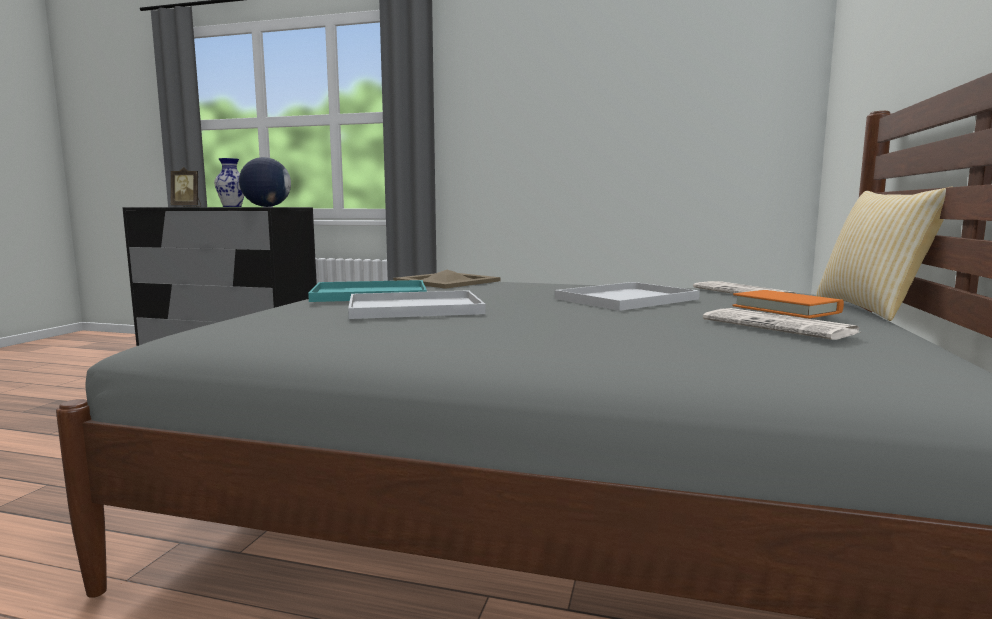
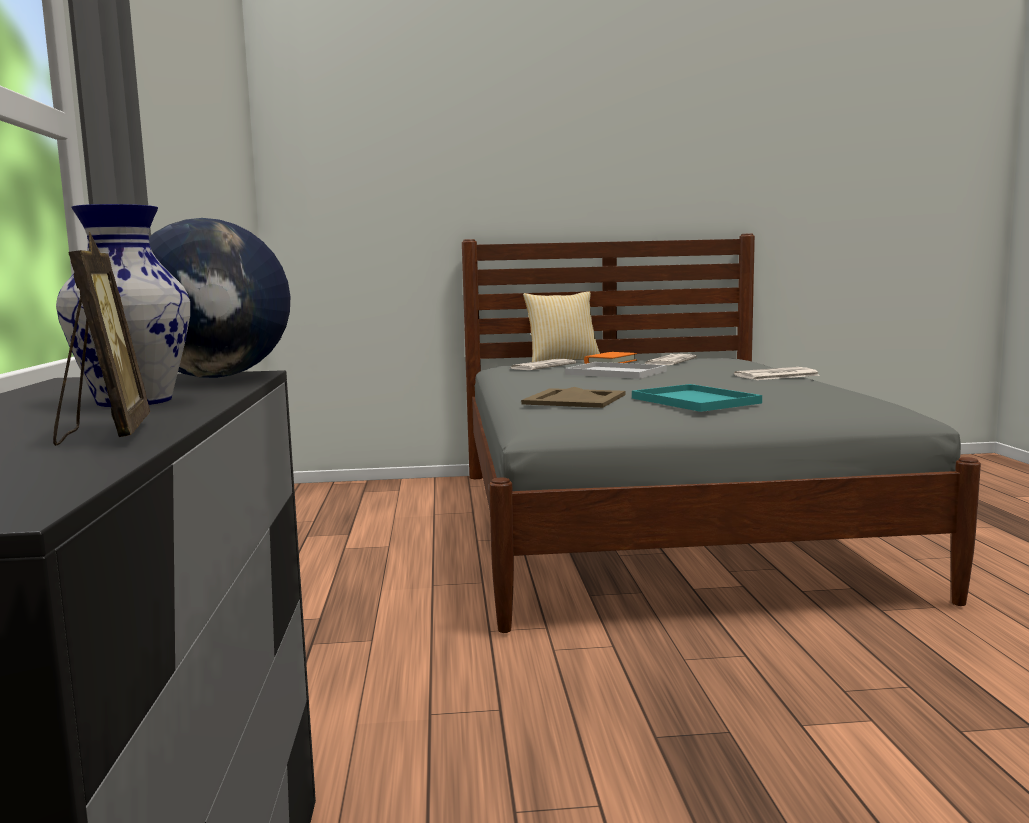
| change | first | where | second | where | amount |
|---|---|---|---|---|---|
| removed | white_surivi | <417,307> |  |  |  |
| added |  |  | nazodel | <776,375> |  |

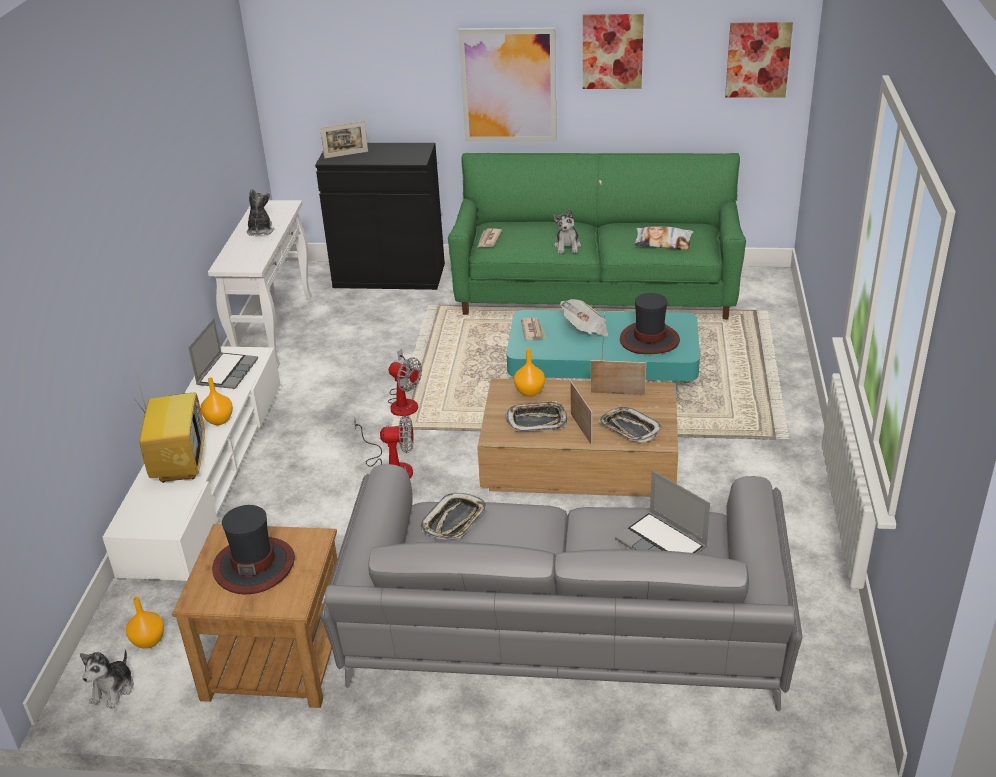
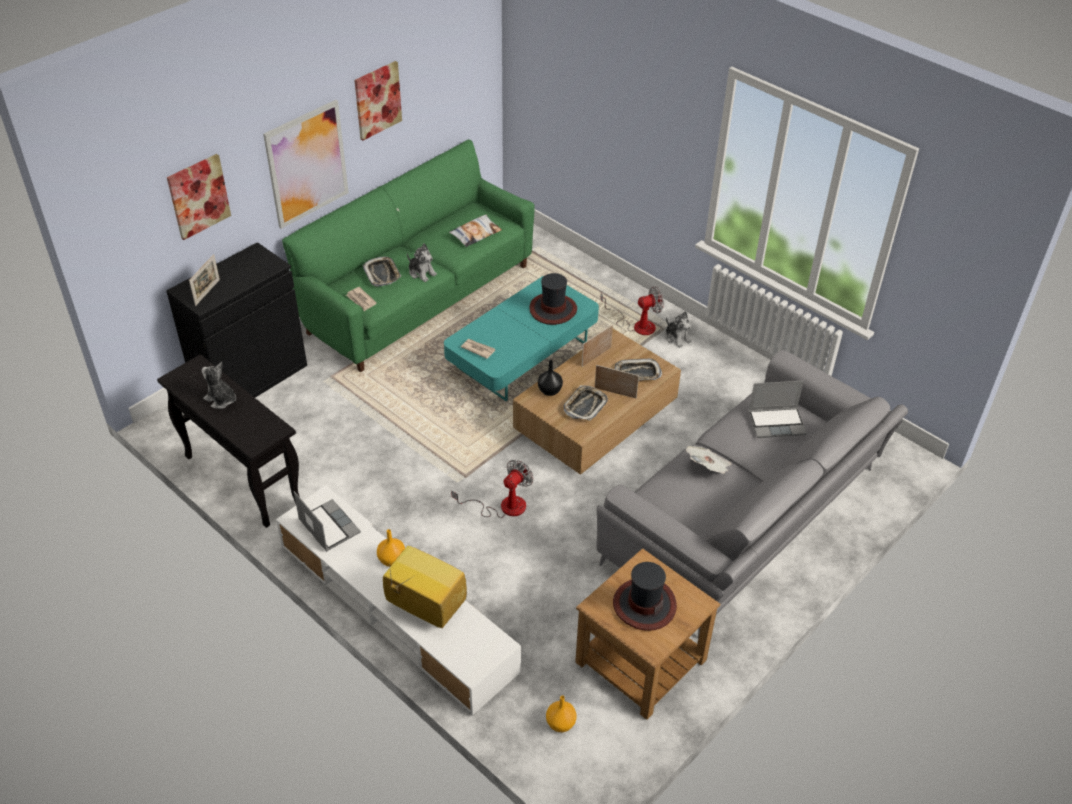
| change | first | where | second | where | amount |
|---|---|---|---|---|---|
| moved | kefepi | <113,689> |  | <677,338> |  |
| recoloured | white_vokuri | <274,330> | black_vokuri | <241,480> |  |
| moved | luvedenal | <404,402> |  | <637,325> |  |
| moved | surivi | <454,521> |  | <382,274> |  |
| recoloured | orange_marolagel | <530,391> | black_marolagel | <550,390> |  |
| moved | nazodel | <585,329> |  | <708,468> |  |
| moved | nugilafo | <758,59> |  | <198,196> |  |

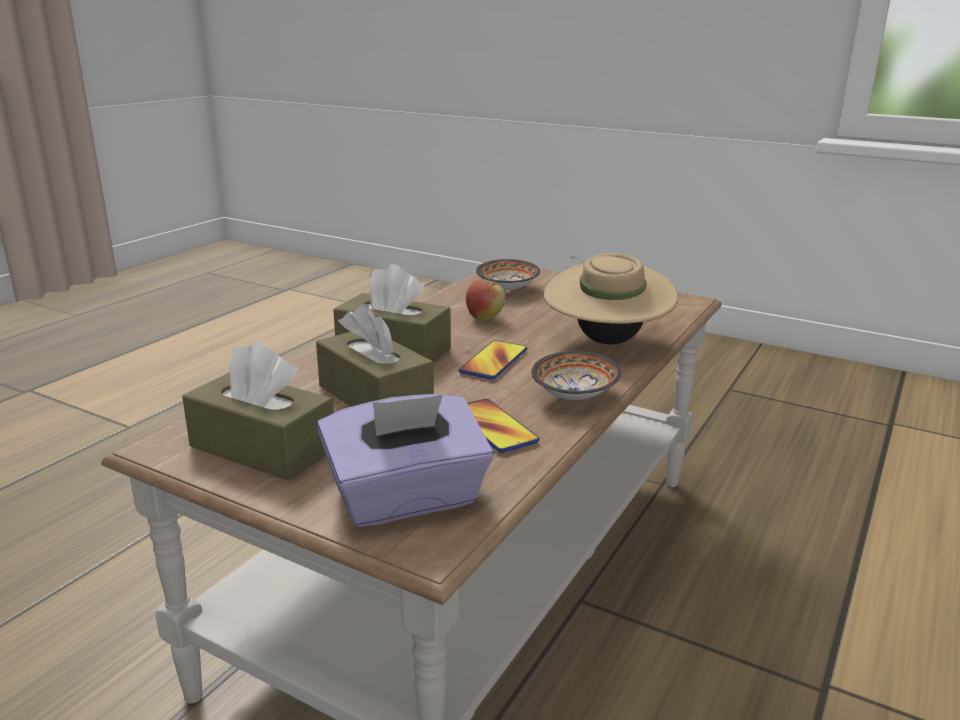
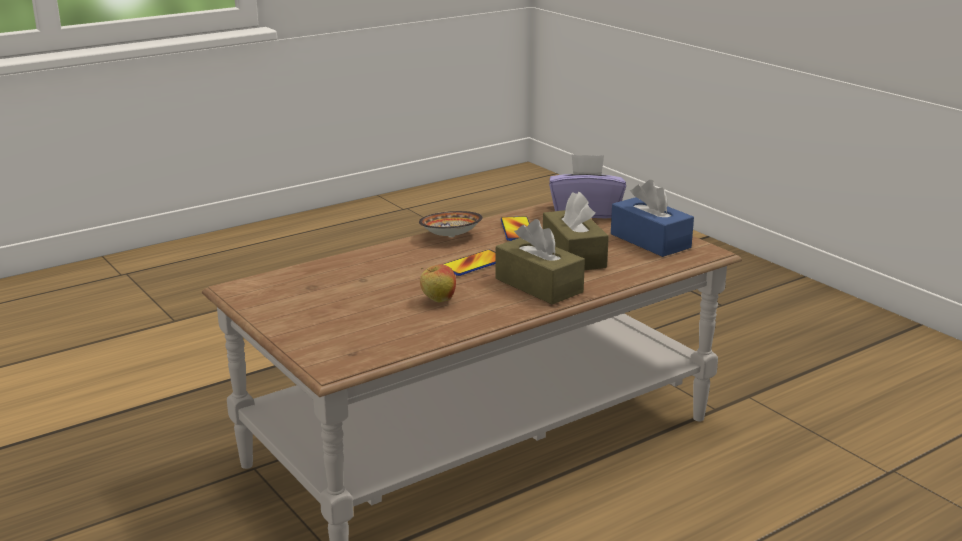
| change | first | where | second | where | amount |
|---|---|---|---|---|---|
| recoloured | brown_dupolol | <262,448> | blue_dupolol | <650,241> |  |
| removed | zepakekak | <507,289> |  |  |  |
| removed | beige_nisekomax | <606,341> |  |  |  |

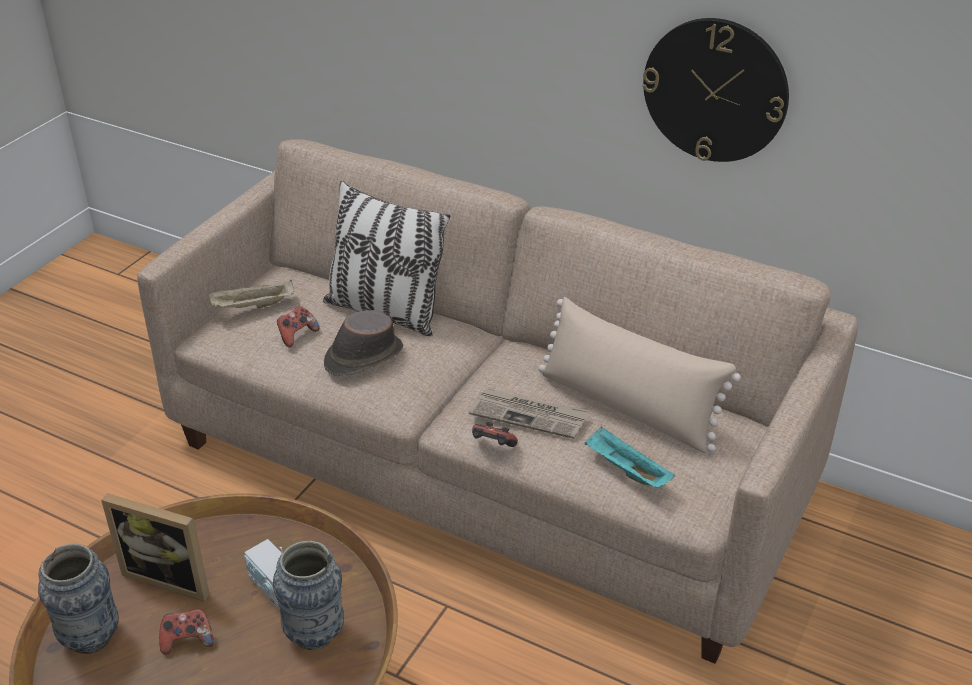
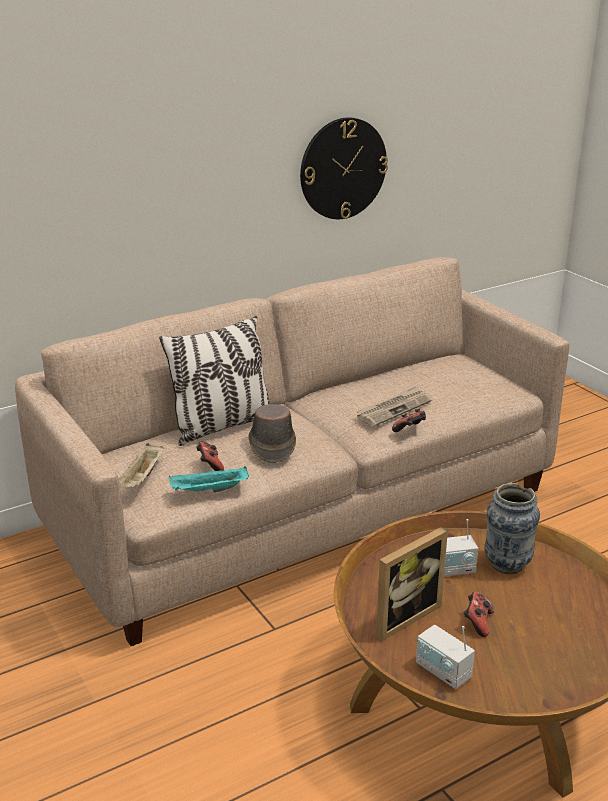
| change | first | where | second | where | amount |
|---|---|---|---|---|---|
| replaced | marolagel | <90,637> | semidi | <443,672> |  |
| removed | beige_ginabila | <628,407> |  |  |  |
| moved | turquoise_surivi | <625,470> |  | <208,491> |  |

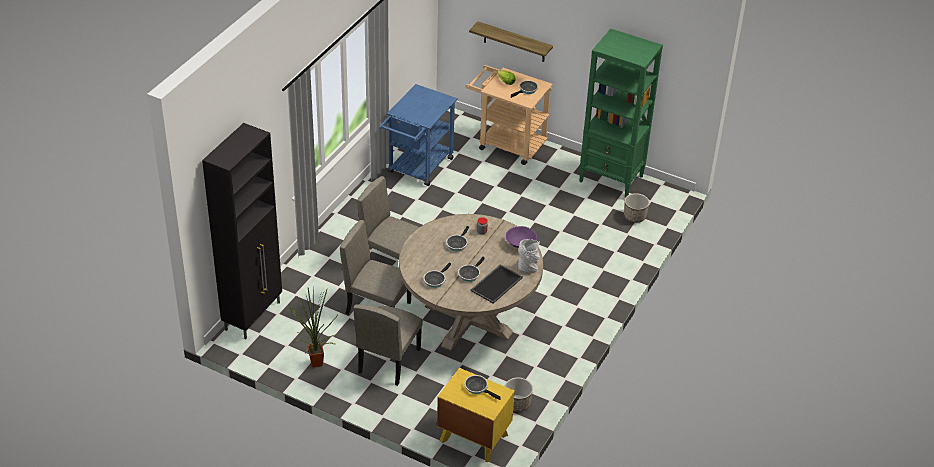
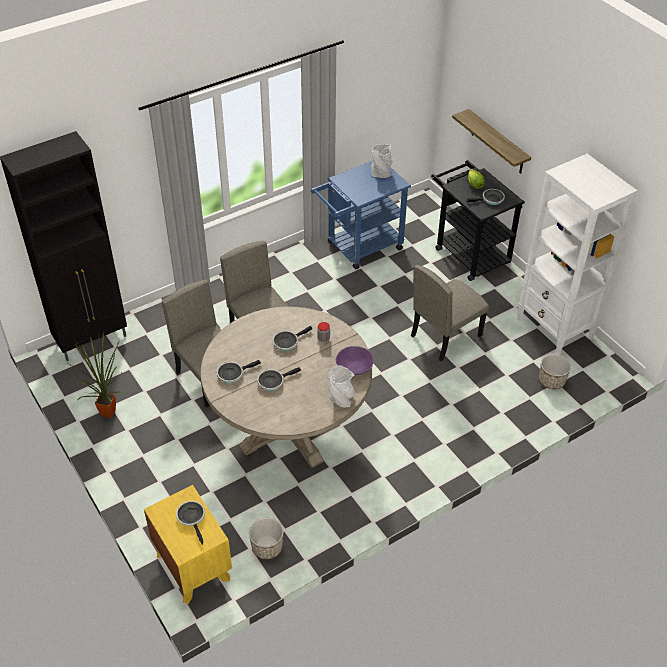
| change | first | where | second | where | amount |
|---|---|---|---|---|---|
| moved | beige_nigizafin | <388,360> |  | <445,335> |  |
| recoloured | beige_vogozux | <506,143> | black_vogozux | <468,252> |  |
| removed | surivi | <496,283> |  |  |  |
| recoloured | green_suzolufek | <611,179> | white_suzolufek | <554,329> |  |
| added |  |  | grey_marolagel | <381,174> |  |

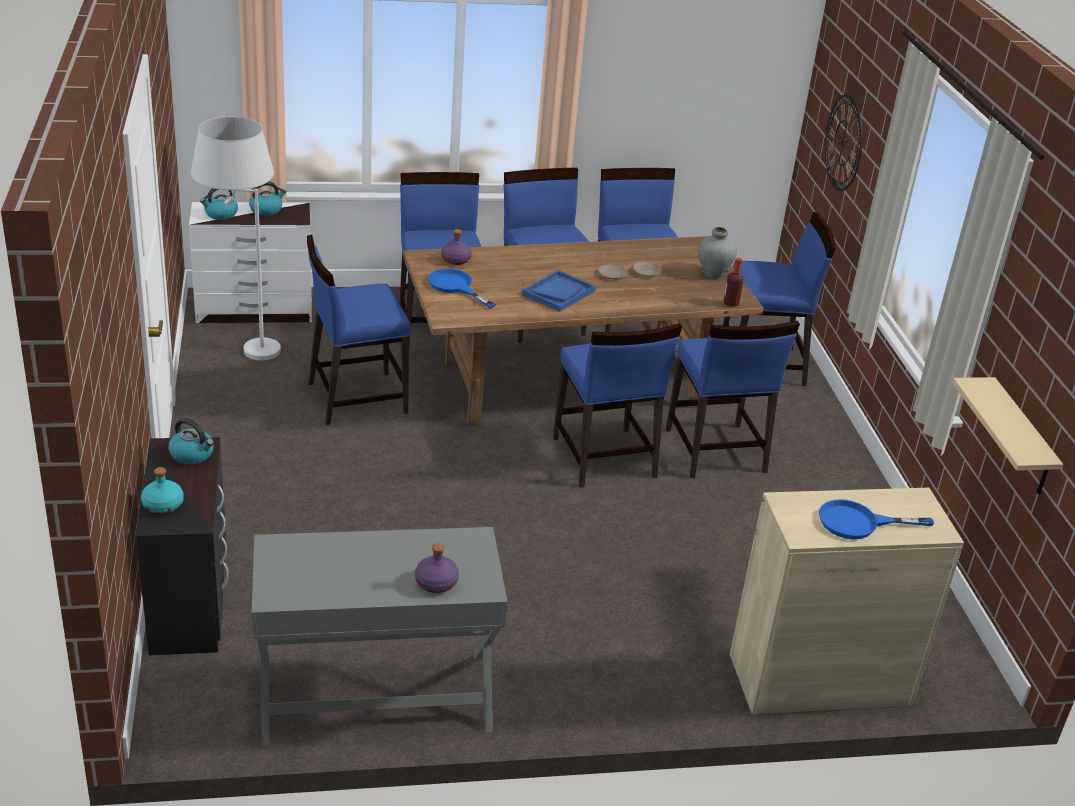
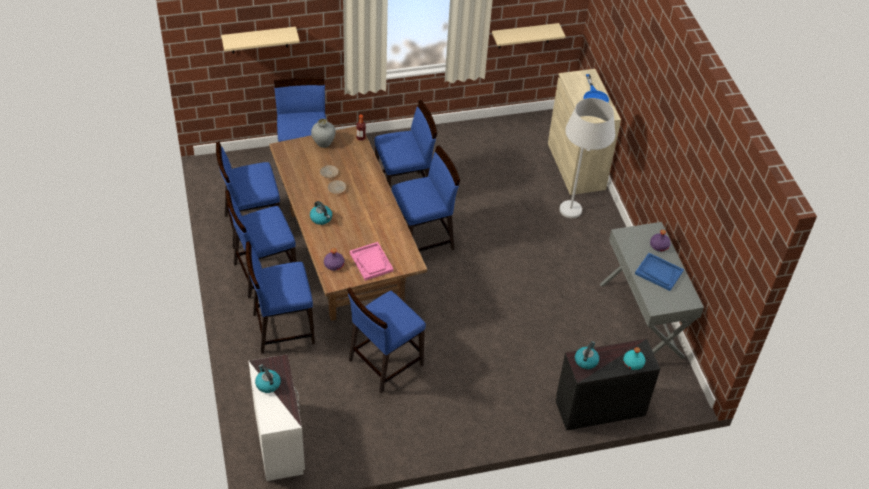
| change | first | where | second | where | amount |
|---|---|---|---|---|---|
| moved | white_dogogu | <241,350> |  | <573,219> |  |
| moved | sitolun | <220,214> |  | <321,218> |  |
| turned | blue_nigizafin | <356,397> |  | <384,362> | 75 degrees clockwise |
| replaced | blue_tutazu | <455,287> | pink_surivi | <371,262> |  |
| moved | blue_surivi | <558,293> |  | <658,272> |  |
| replaced | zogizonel | <843,143> | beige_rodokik | <259,40> |  |

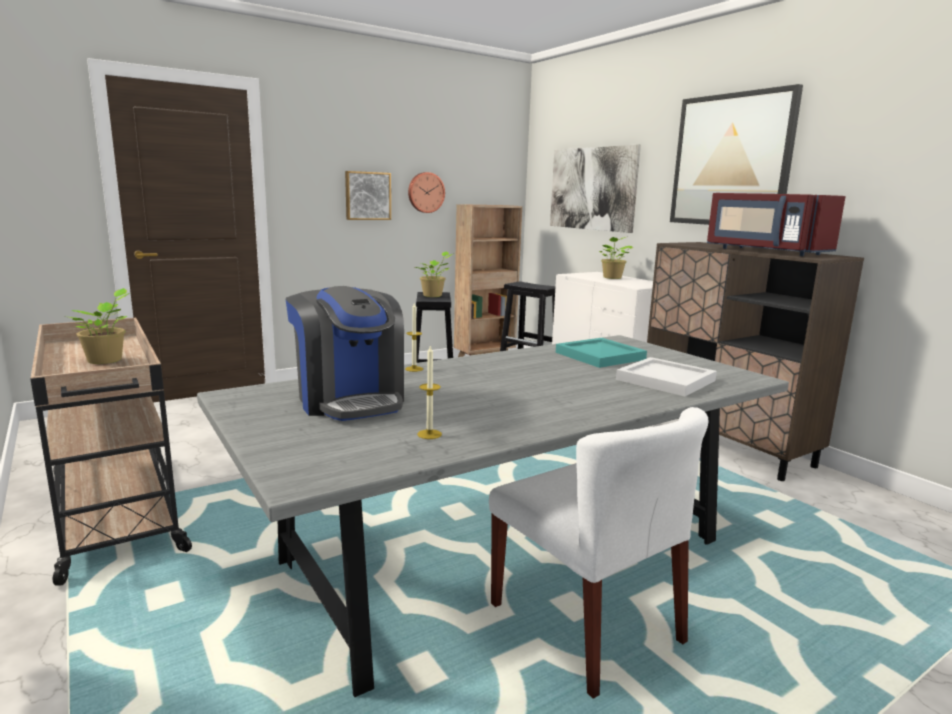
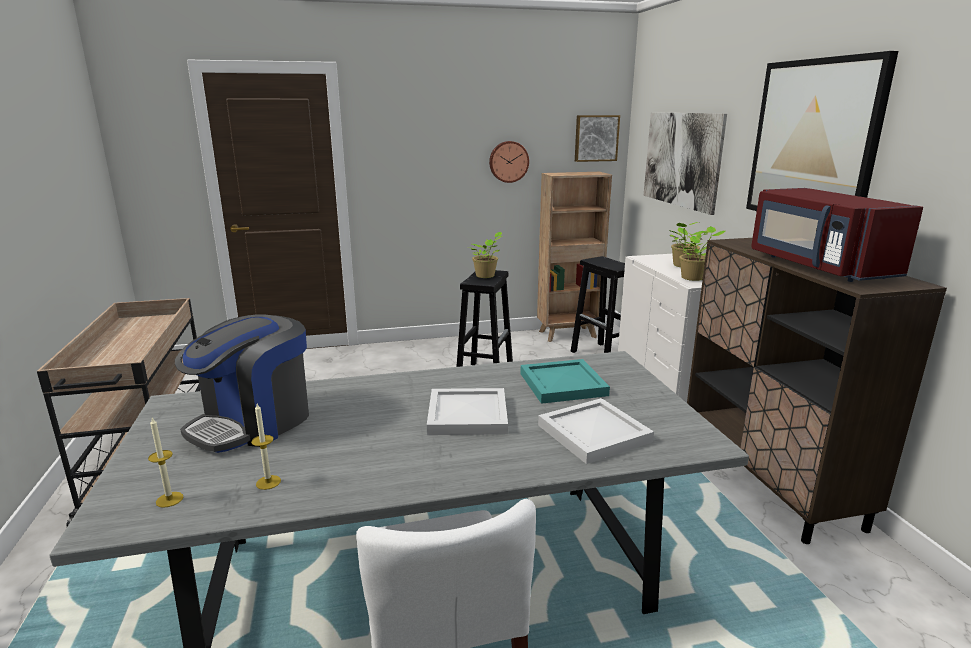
| change | first | where | second | where | amount |
|---|---|---|---|---|---|
| moved | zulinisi | <107,360> |  | <694,278> |  |
| turned | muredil | <349,400> |  | <253,422> | 45 degrees clockwise |
| moved | nugilafo | <367,196> |  | <596,138> |  |
| moved | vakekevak | <414,369> |  | <169,499> |  |
| added |  |  | white_surivi | <466,415> |  |

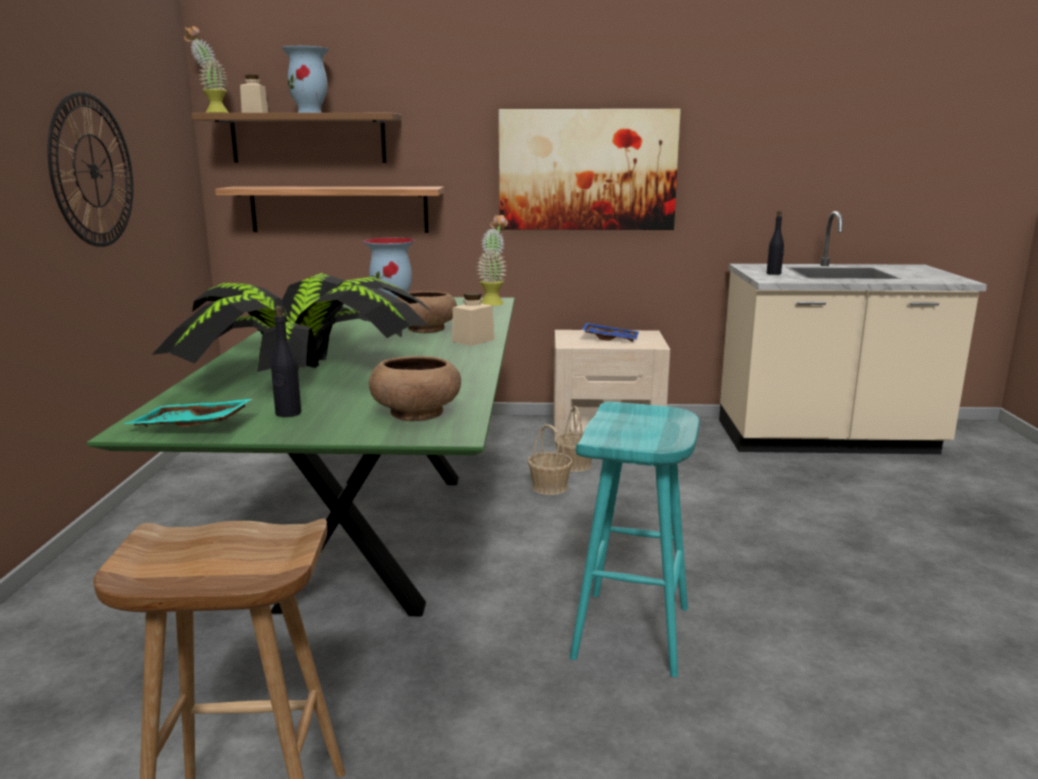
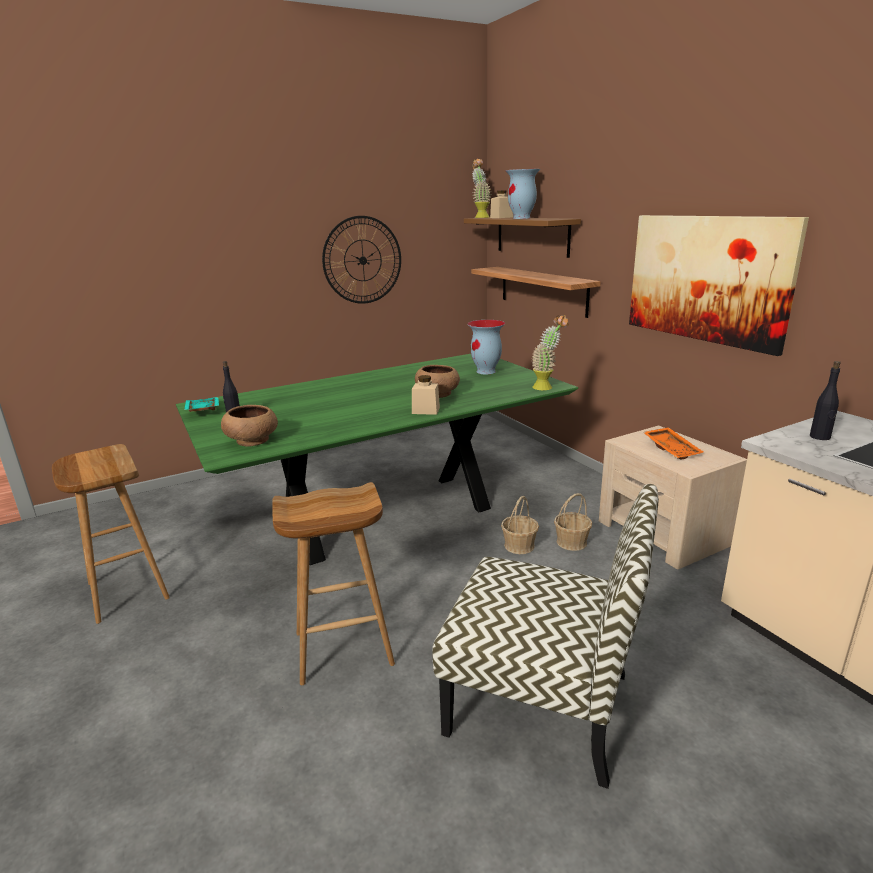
| change | first | where | second | where | amount |
|---|---|---|---|---|---|
| removed | zulinisi | <309,365> |  |  |  |
| recoloured | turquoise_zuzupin | <633,633> | brown_zuzupin | <342,649> |  |
| recoloured | blue_surivi | <610,338> | orange_surivi | <672,449> |  |
| added |  |  | nigizafin | <542,703> |  |

